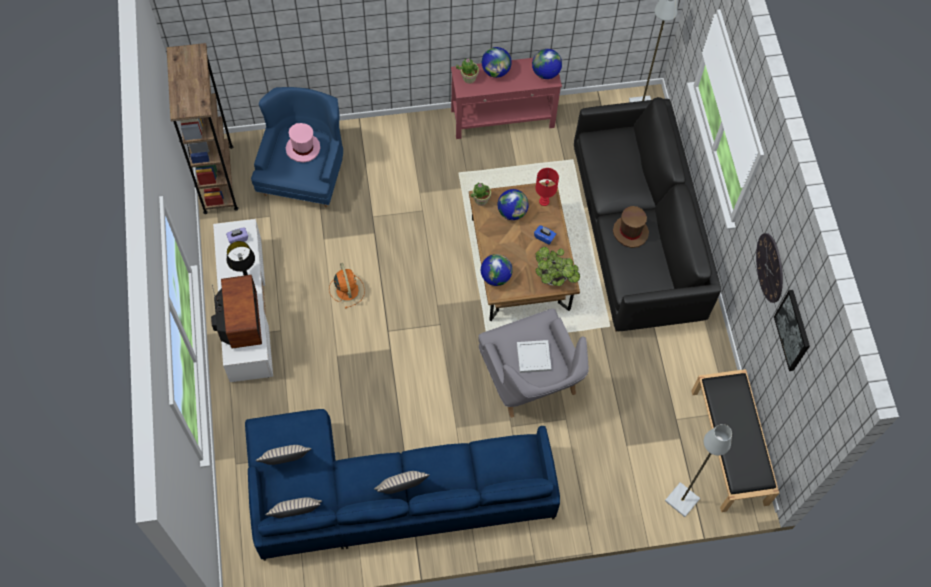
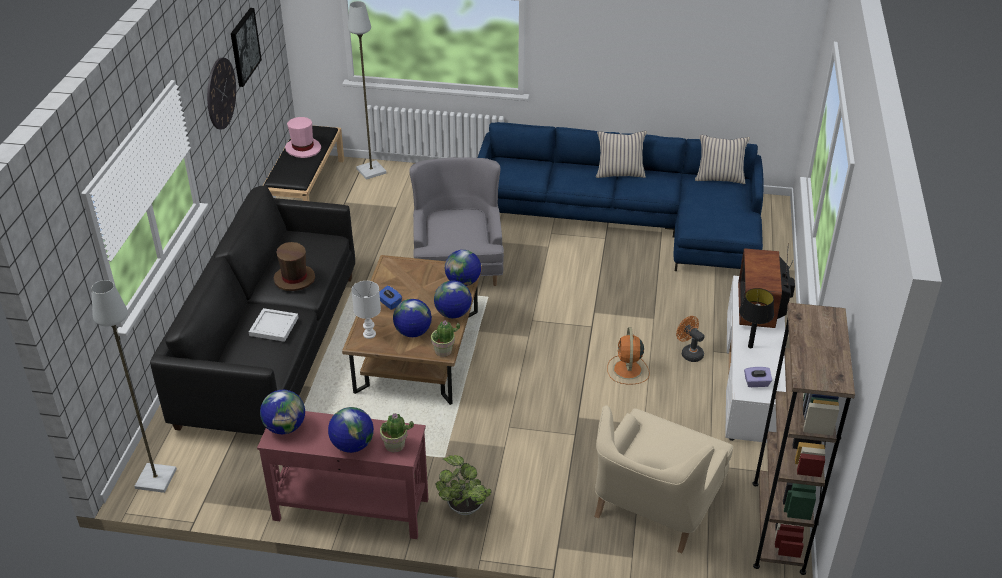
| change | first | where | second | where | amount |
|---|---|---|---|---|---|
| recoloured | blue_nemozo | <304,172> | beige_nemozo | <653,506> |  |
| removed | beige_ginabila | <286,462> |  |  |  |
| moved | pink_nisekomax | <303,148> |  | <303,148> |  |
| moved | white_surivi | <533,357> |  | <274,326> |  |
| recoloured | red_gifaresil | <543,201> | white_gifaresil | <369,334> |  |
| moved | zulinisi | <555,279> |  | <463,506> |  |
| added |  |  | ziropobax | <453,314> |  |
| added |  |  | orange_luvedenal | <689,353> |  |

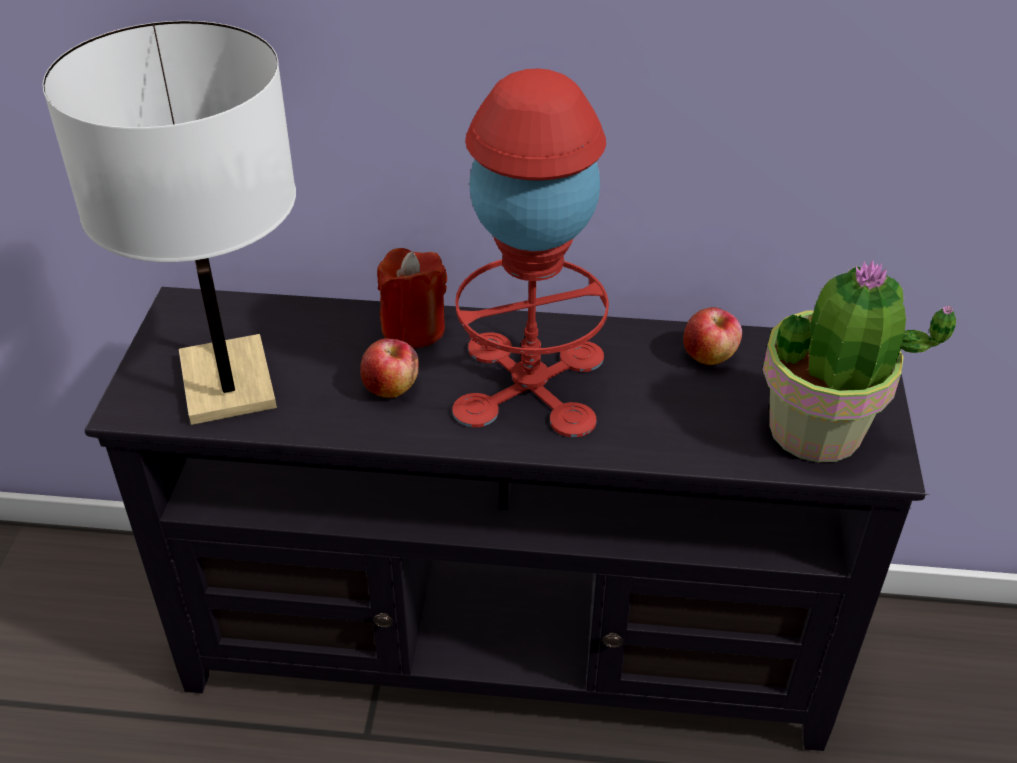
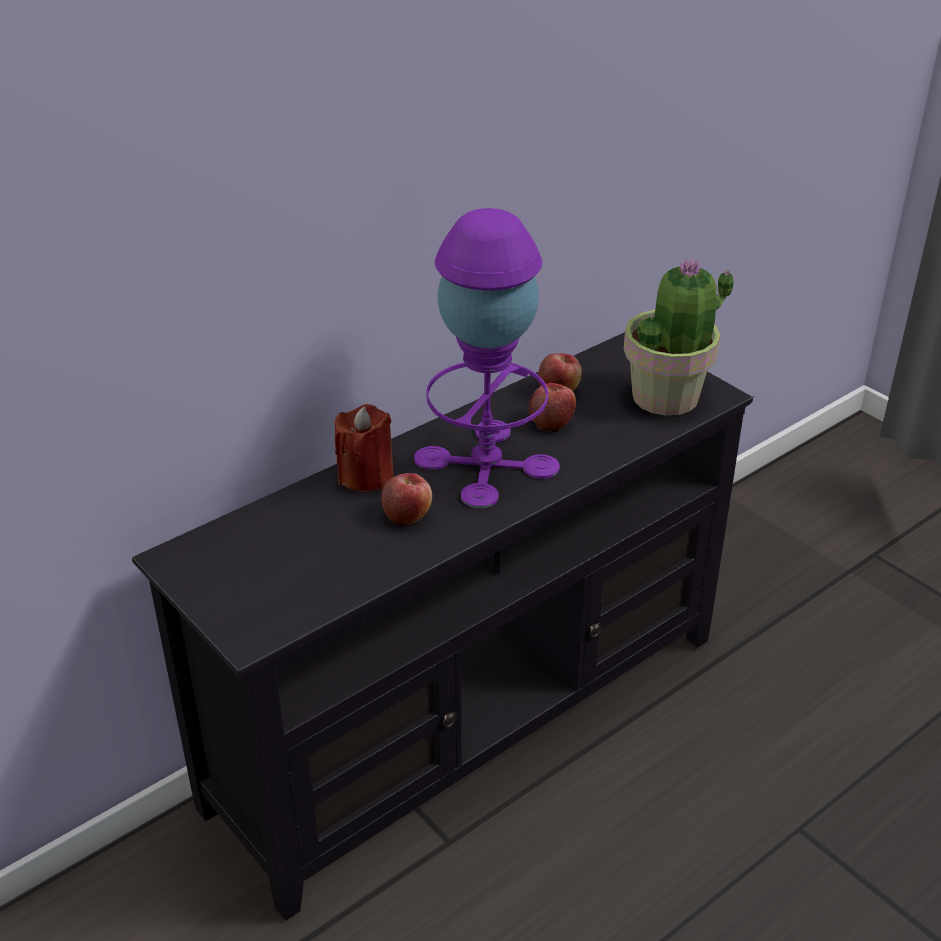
| change | first | where | second | where | amount |
|---|---|---|---|---|---|
| removed | white_gifaresil | <227,382> |  |  |  |
| recoloured | red_gifaresil | <530,383> | purple_gifaresil | <486,463> |  |
| added |  |  | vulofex | <551,422> |  |

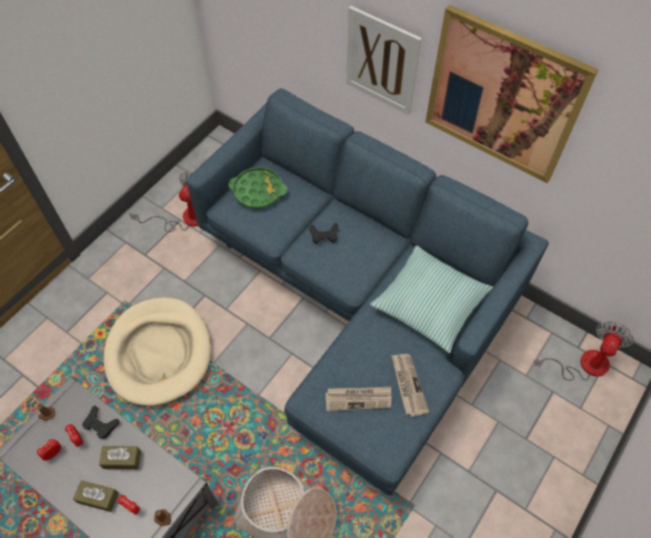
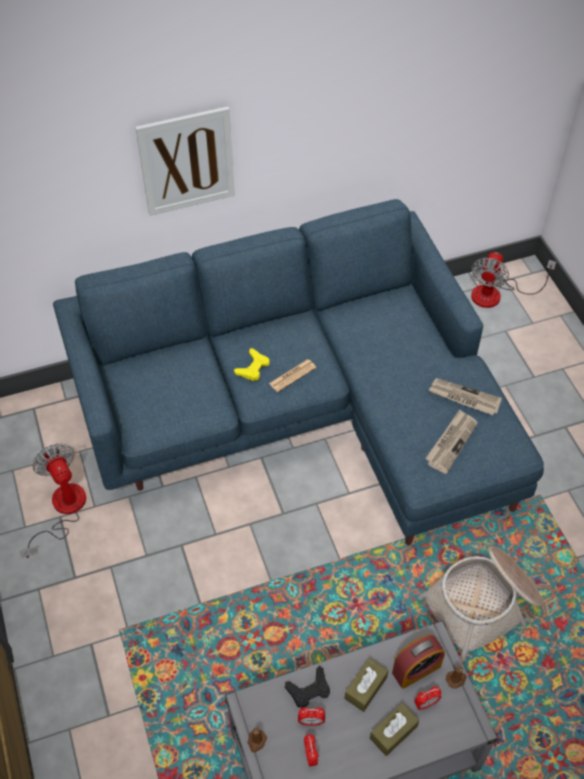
| change | first | where | second | where | amount |
|---|---|---|---|---|---|
| removed | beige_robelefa | <159,353> |  |  |  |
| removed | green_surivi | <258,191> |  |  |  |
| recoloured | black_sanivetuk | <324,235> | yellow_sanivetuk | <253,368> |  |
| removed | ginabila | <429,303> |  |  |  |
| removed | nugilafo | <502,97> |  |  |  |
| turned | luvedenal | <583,364> |  | <496,294> | 135 degrees counterclockwise |
| added |  |  | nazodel | <292,376> |  |
| added |  |  | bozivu | <416,669> |  |

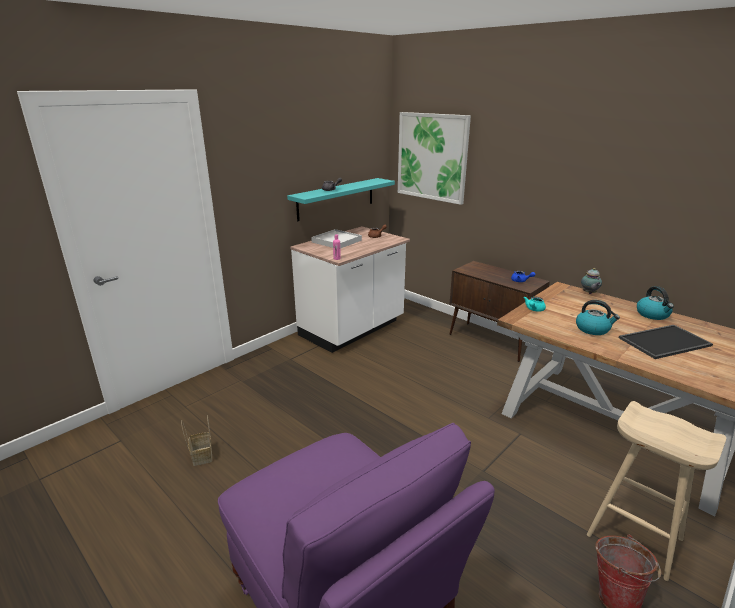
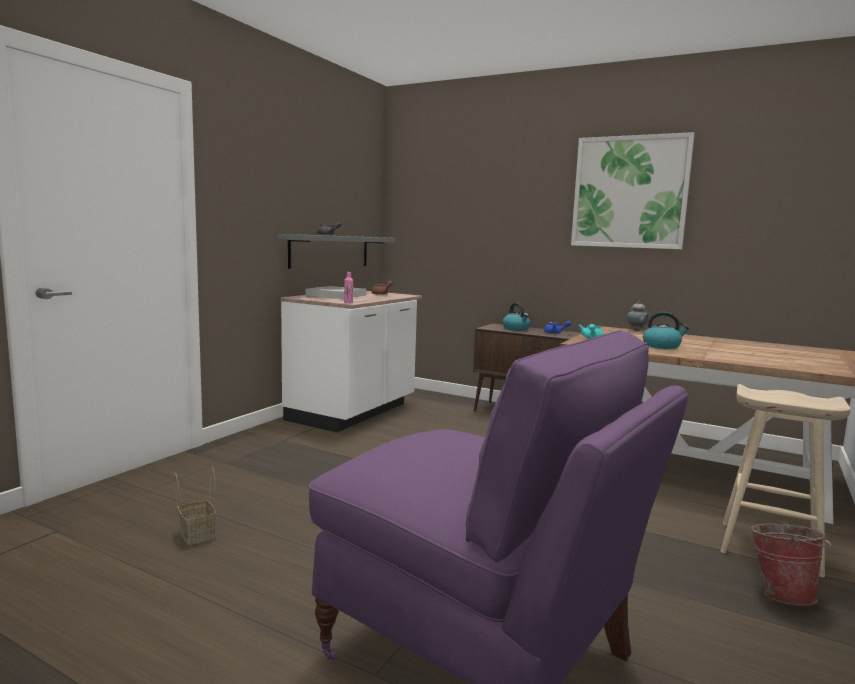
| change | first | where | second | where | amount |
|---|---|---|---|---|---|
| recoloured | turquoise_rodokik | <336,198> | grey_rodokik | <330,251> |  |
| moved | nugilafo | <432,157> |  | <629,192> |  |
| removed | surivi | <665,342> |  |  |  |
| moved | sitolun | <653,315> |  | <516,328> |  |

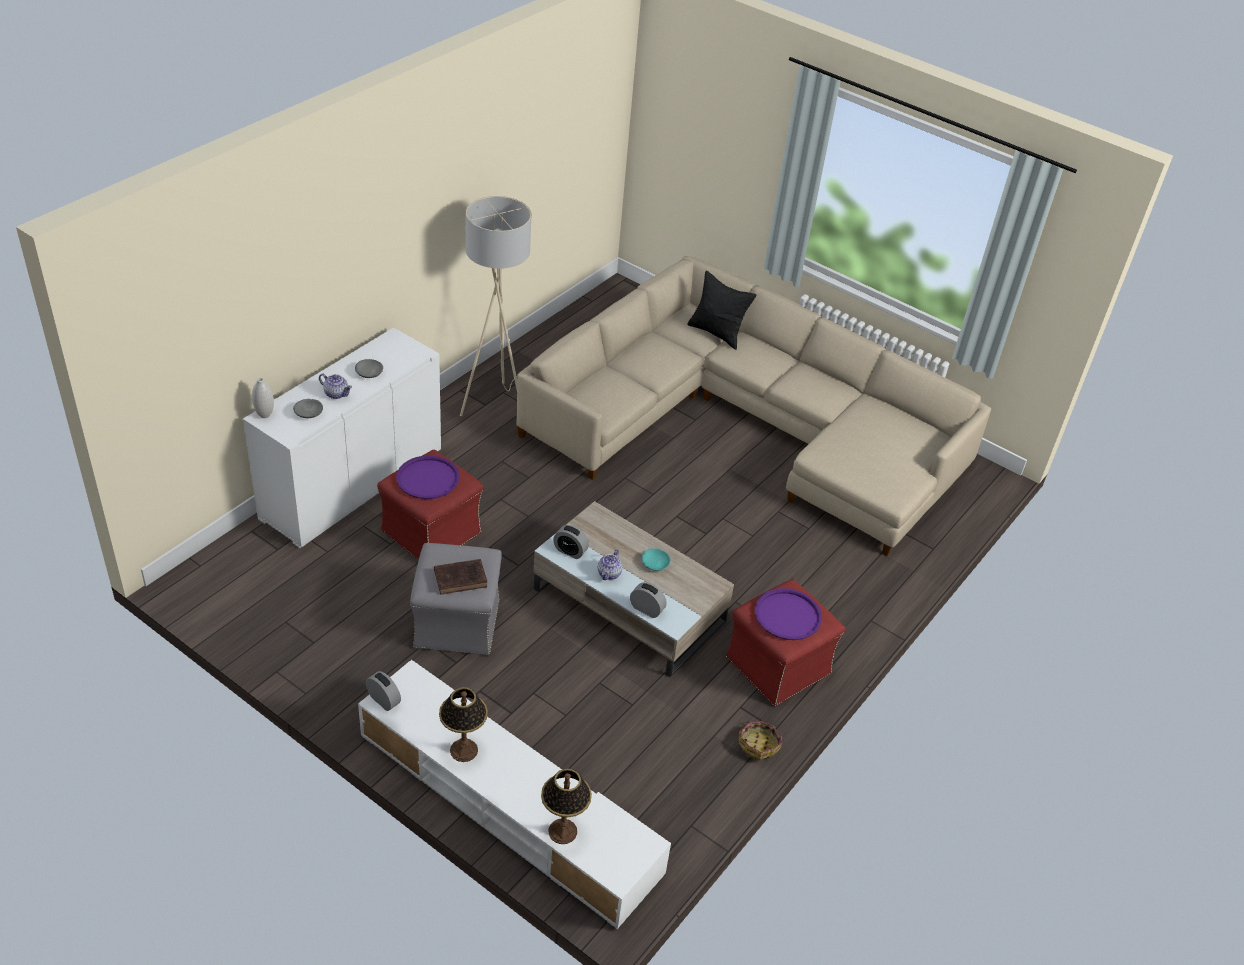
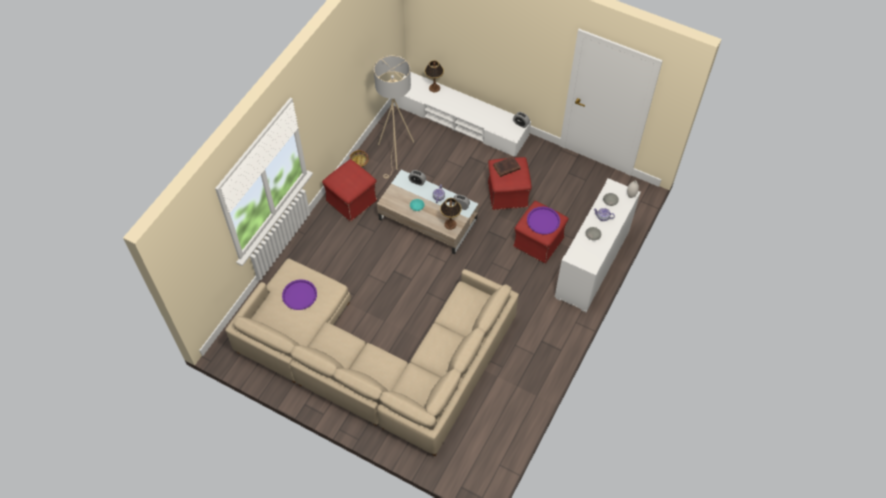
| change | first | where | second | where | amount |
|---|---|---|---|---|---|
| recoloured | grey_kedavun | <457,622> | red_kedavun | <508,194> |  |
| moved | gifaresil | <463,750> |  | <450,224> |  |
| moved | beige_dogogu | <496,403> |  | <396,154> |  |
| removed | black_ginabila | <717,333> |  |  |  |
| moved | purple_surivi | <787,615> |  | <299,295> |  |

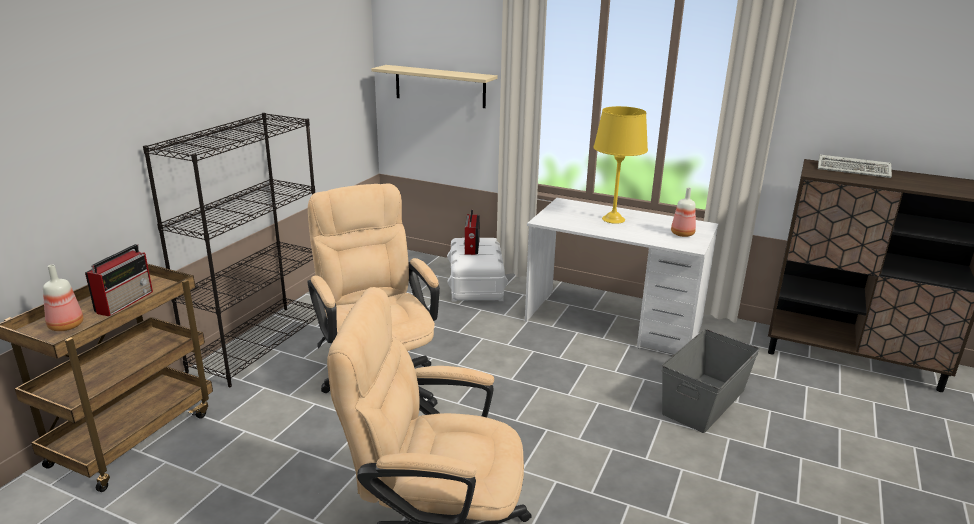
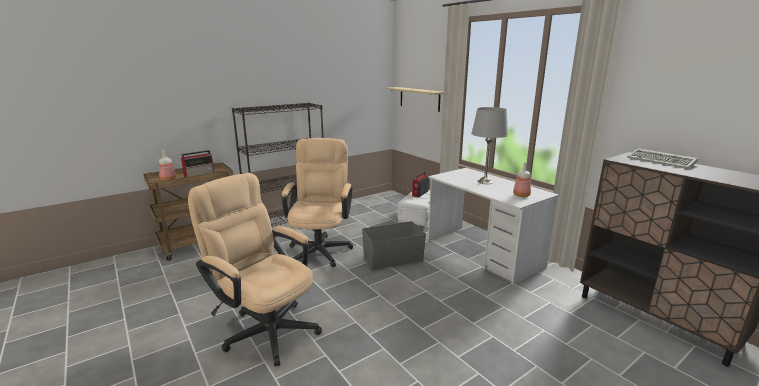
| change | first | where | second | where | amount |
|---|---|---|---|---|---|
| recoloured | yellow_gifaresil | <613,219> | grey_gifaresil | <485,181> |  |
| moved | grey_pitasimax | <703,401> |  | <392,259> |  |

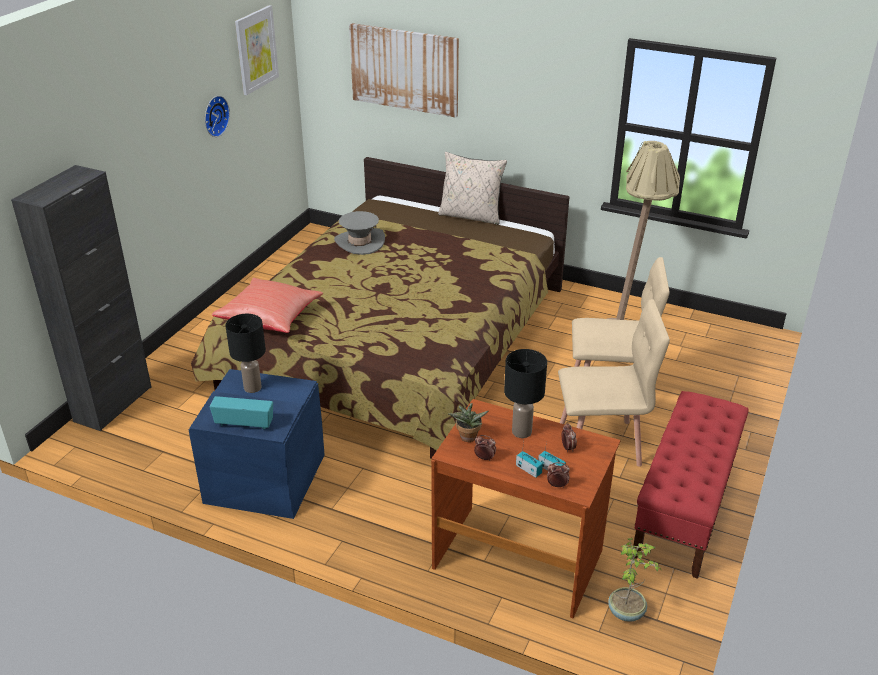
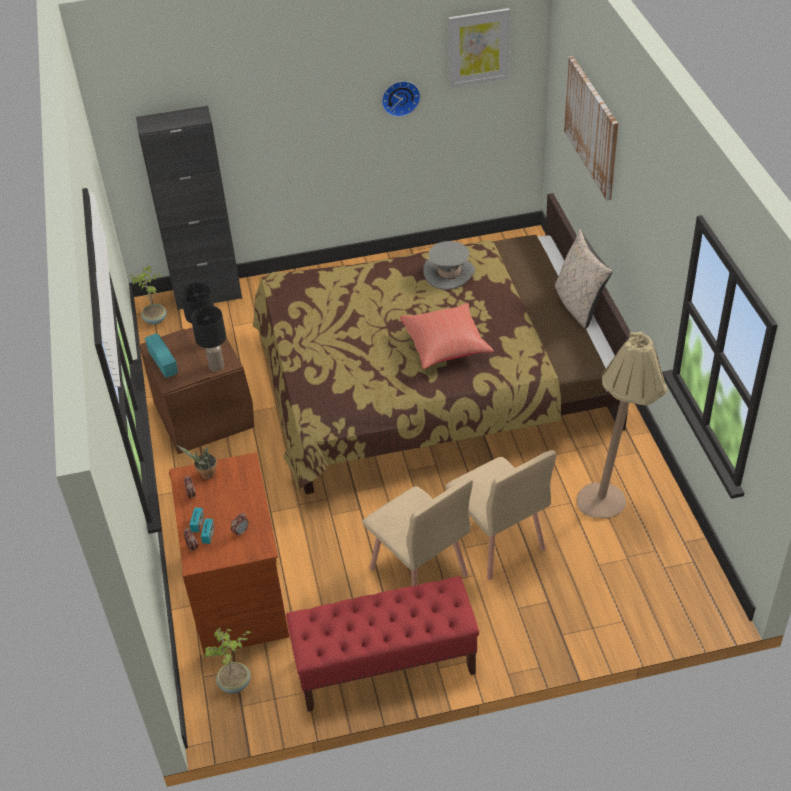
| change | first | where | second | where | amount |
|---|---|---|---|---|---|
| recoloured | blue_pitasimax | <264,477> | brown_pitasimax | <204,414> |  |
| moved | red_ginabila | <270,318> |  | <446,346> |  |
| moved | black_gifaresil | <521,431> |  | <216,366> |  |
| added |  |  | zulinisi | <155,319> |  |

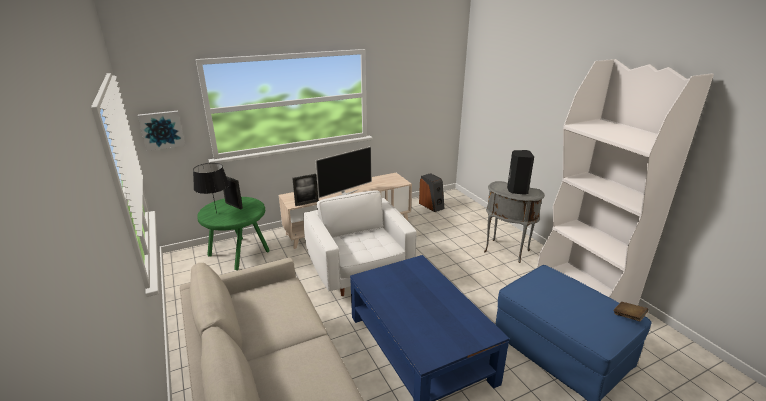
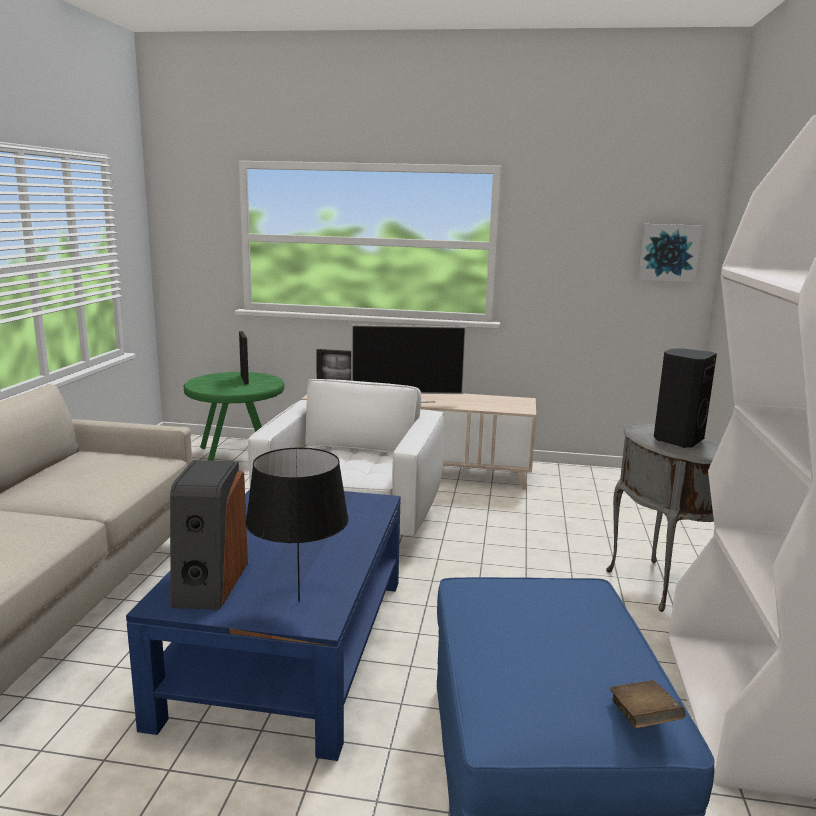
| change | first | where | second | where | amount |
|---|---|---|---|---|---|
| moved | nugilafo | <162,130> |  | <668,252> |  |
| moved | black_gifaresil | <216,213> |  | <299,602> |  |
| moved | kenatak | <431,206> |  | <209,583> |  |

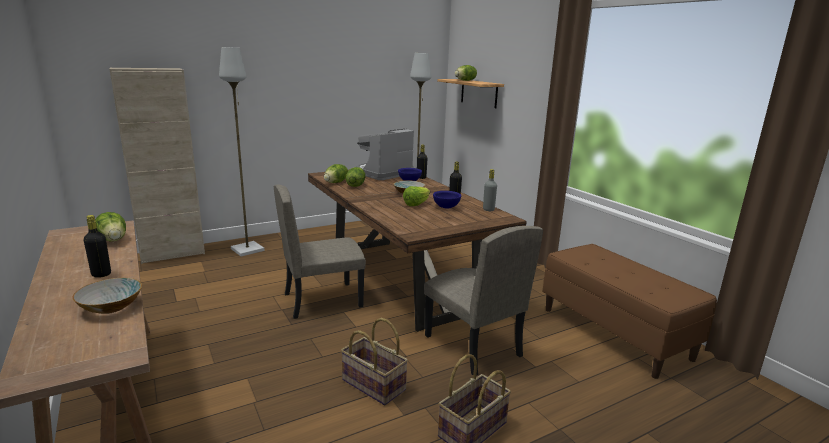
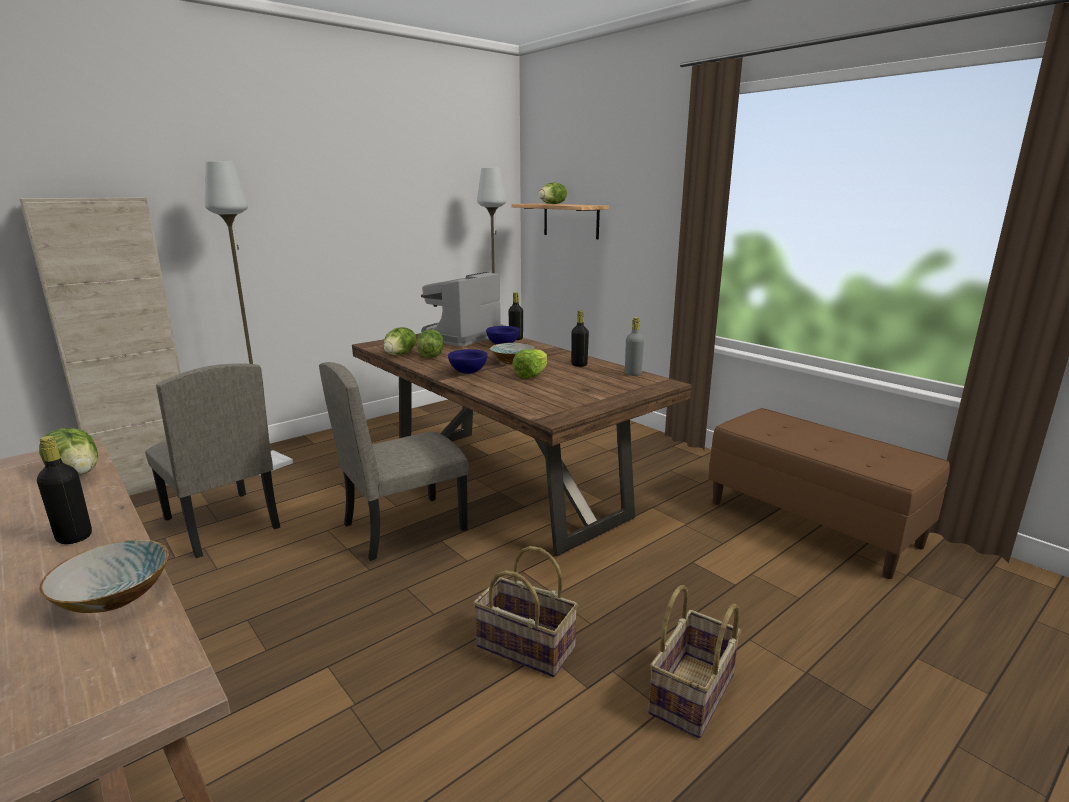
| change | first | where | second | where | amount |
|---|---|---|---|---|---|
| moved | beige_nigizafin | <472,346> |  | <221,523> |  |
| moved | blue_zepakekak | <446,207> |  | <468,372> |  |

